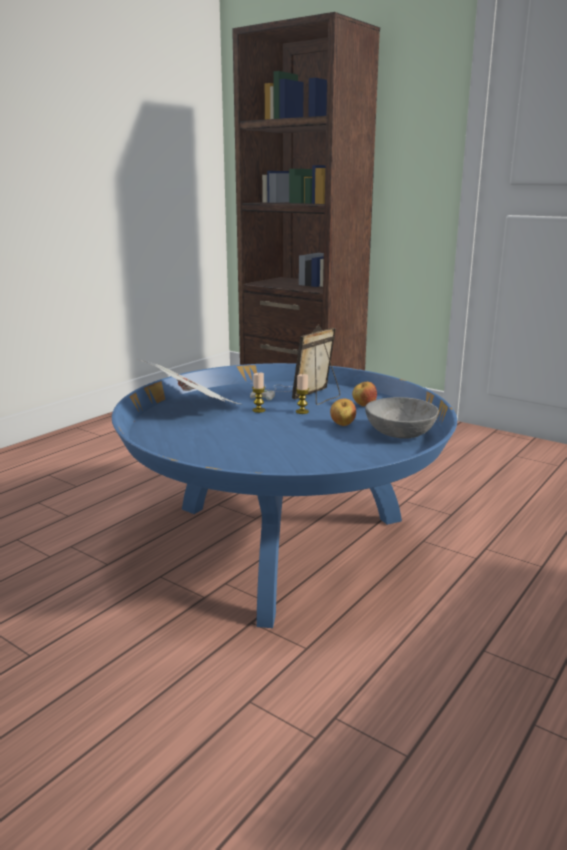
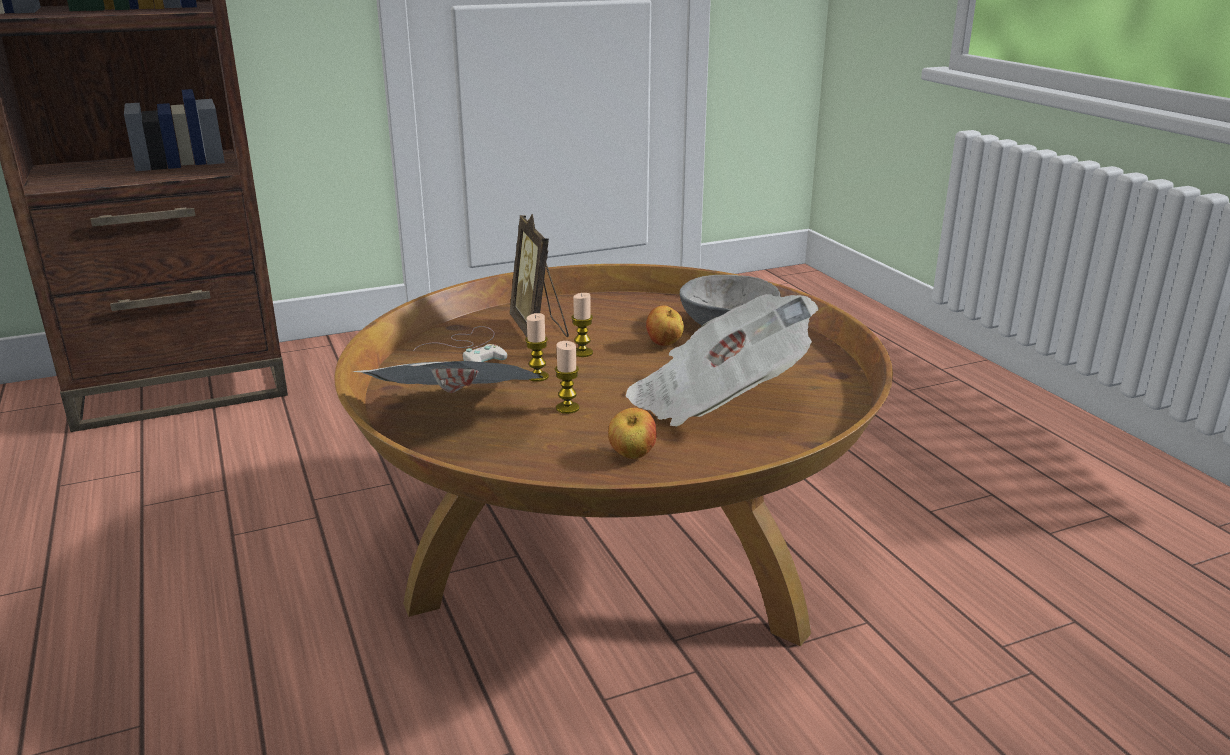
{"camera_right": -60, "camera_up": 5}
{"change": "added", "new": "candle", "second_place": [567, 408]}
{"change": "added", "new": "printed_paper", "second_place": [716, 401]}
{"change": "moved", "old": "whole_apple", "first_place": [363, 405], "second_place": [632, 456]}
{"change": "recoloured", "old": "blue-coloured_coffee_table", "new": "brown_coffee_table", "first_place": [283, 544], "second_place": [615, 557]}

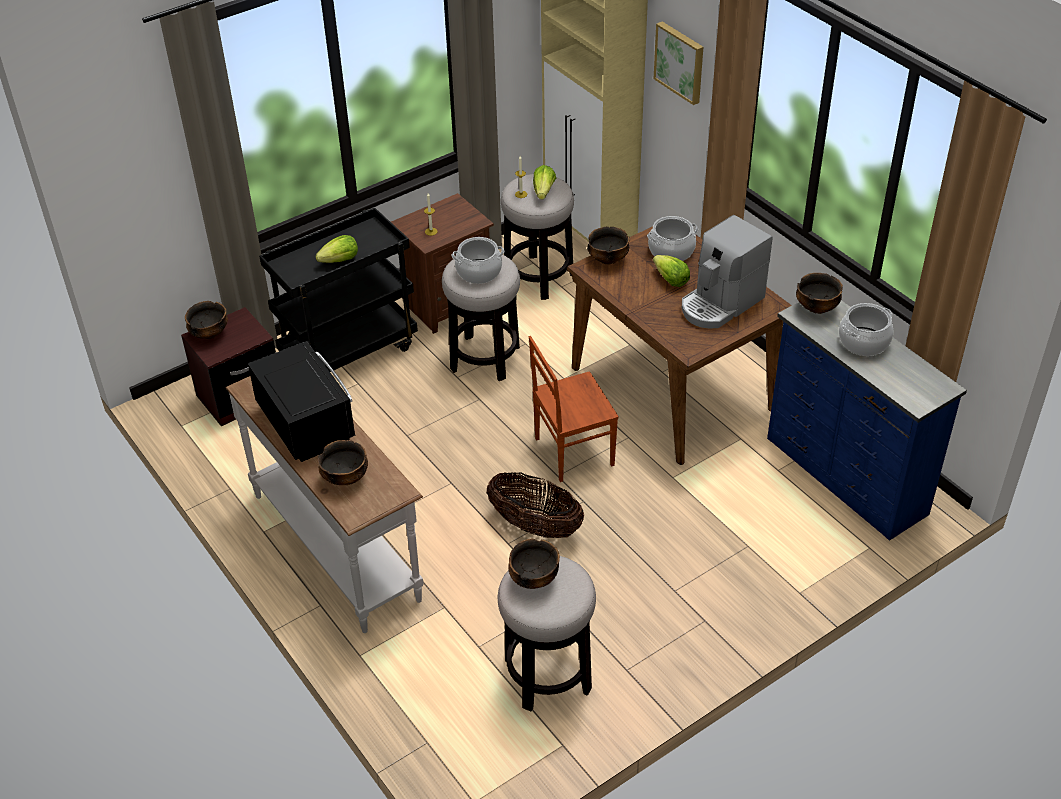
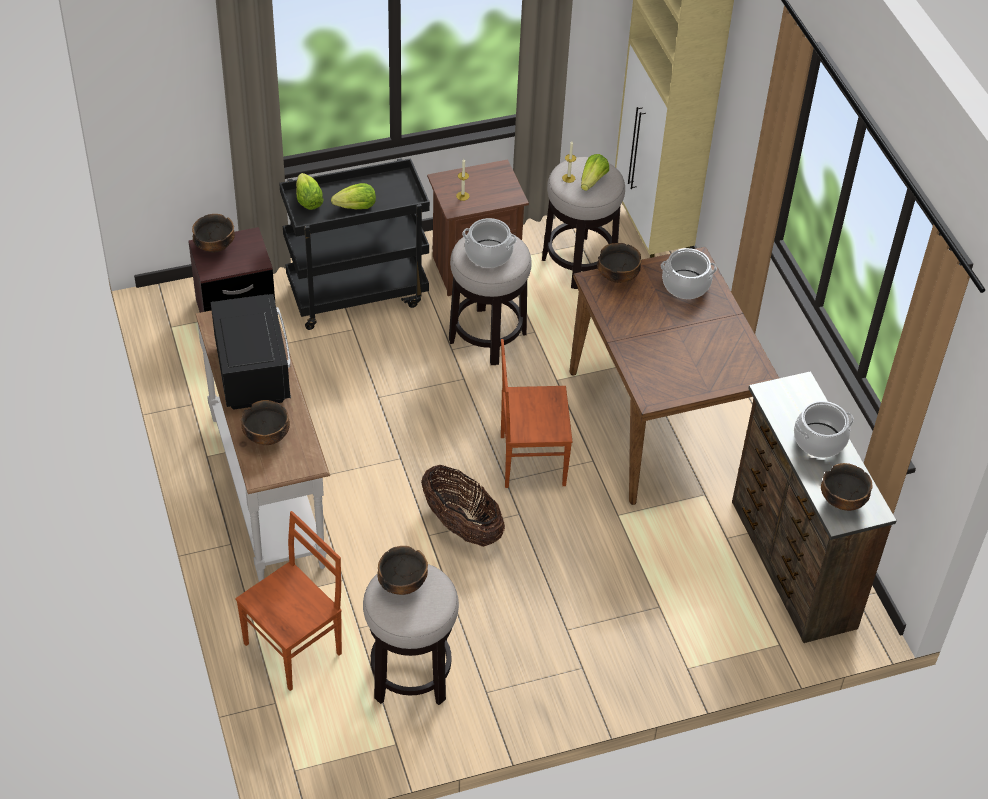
{"camera_right": 15, "camera_up": 5}
{"change": "removed", "old": "wall_art", "first_place": [680, 62]}
{"change": "removed", "old": "coffee_maker", "first_place": [720, 304]}
{"change": "added", "new": "brown_chair", "second_place": [295, 648]}
{"change": "moved", "old": "lettuce", "first_place": [671, 280], "second_place": [308, 201]}
{"change": "moved", "old": "bowl", "first_place": [817, 308], "second_place": [842, 501]}
{"change": "recoloured", "old": "blue-coloured_chest_of_drawers", "new": "brown_chest_of_drawers", "first_place": [844, 477], "second_place": [790, 565]}

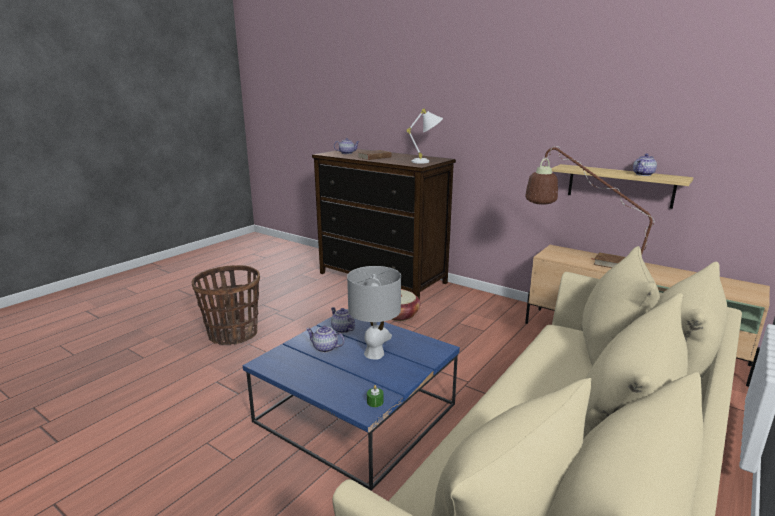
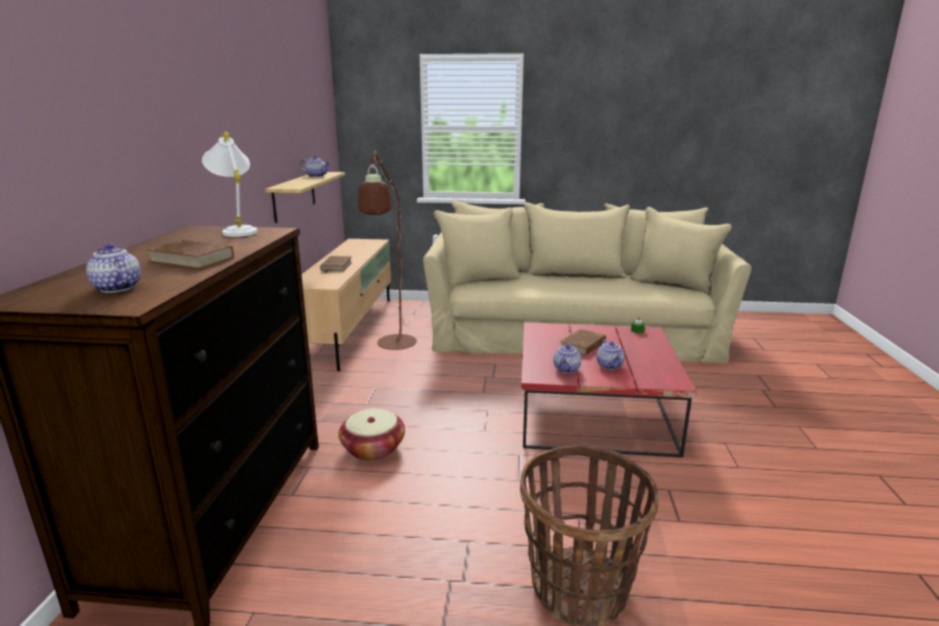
{"camera_right": -120, "camera_up": 0}
{"change": "replaced", "old": "greyish_tabletop_lamp", "new": "brown_bound_book", "first_place": [375, 353], "second_place": [583, 345]}
{"change": "recoloured", "old": "blue-coloured_coffee_table", "new": "reddish_coffee_table", "first_place": [356, 414], "second_place": [595, 410]}

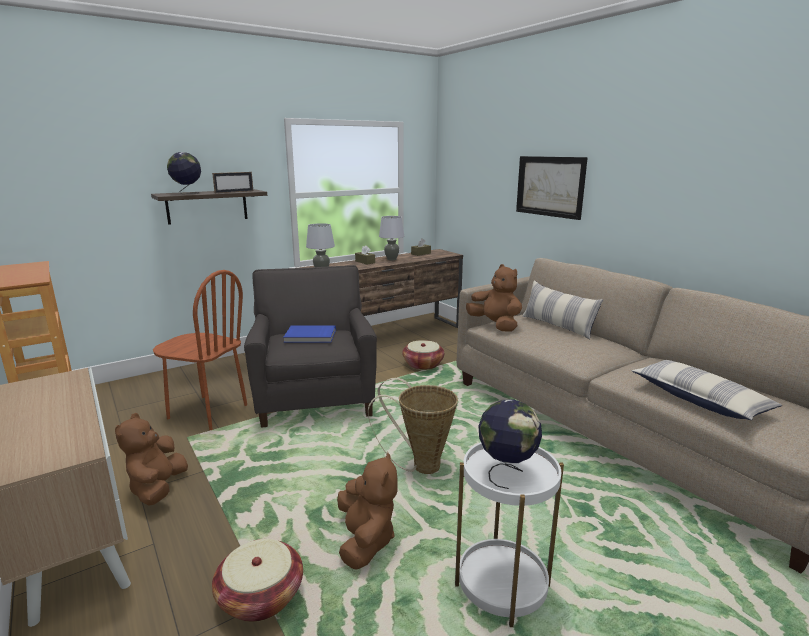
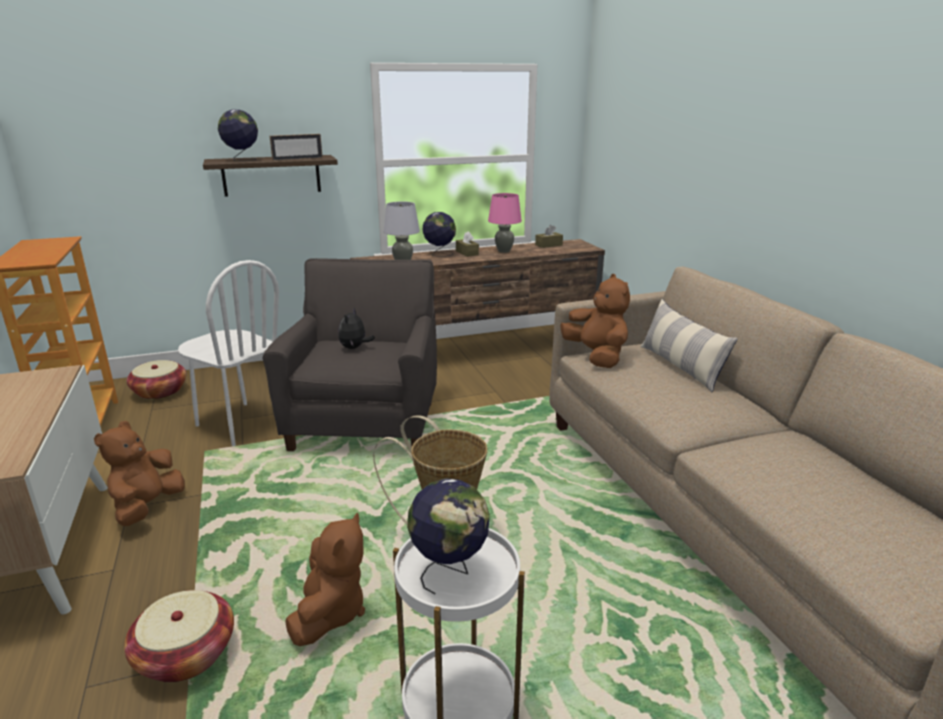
{"camera_right": 15, "camera_up": 5}
{"change": "removed", "old": "wall_art", "first_place": [550, 186]}
{"change": "removed", "old": "cushion", "first_place": [699, 399]}
{"change": "added", "new": "world_globe", "second_place": [439, 254]}
{"change": "moved", "old": "basket", "first_place": [423, 365], "second_place": [160, 392]}
{"change": "replaced", "old": "blue-coloured_bound_book", "new": "plush_toy", "first_place": [310, 336], "second_place": [354, 348]}
{"change": "recoloured", "old": "brown_chair", "new": "white_chair", "first_place": [207, 412], "second_place": [240, 423]}
{"change": "recoloured", "old": "greyish_tabletop_lamp", "new": "pink_tabletop_lamp", "first_place": [391, 259], "second_place": [504, 251]}

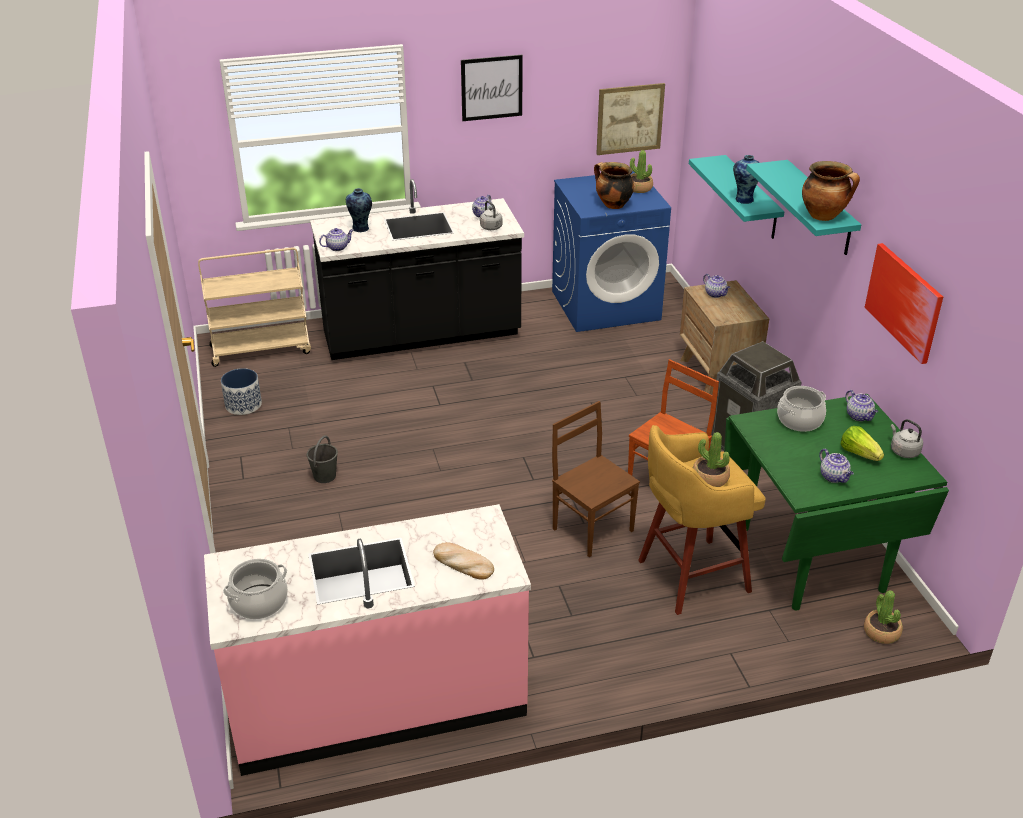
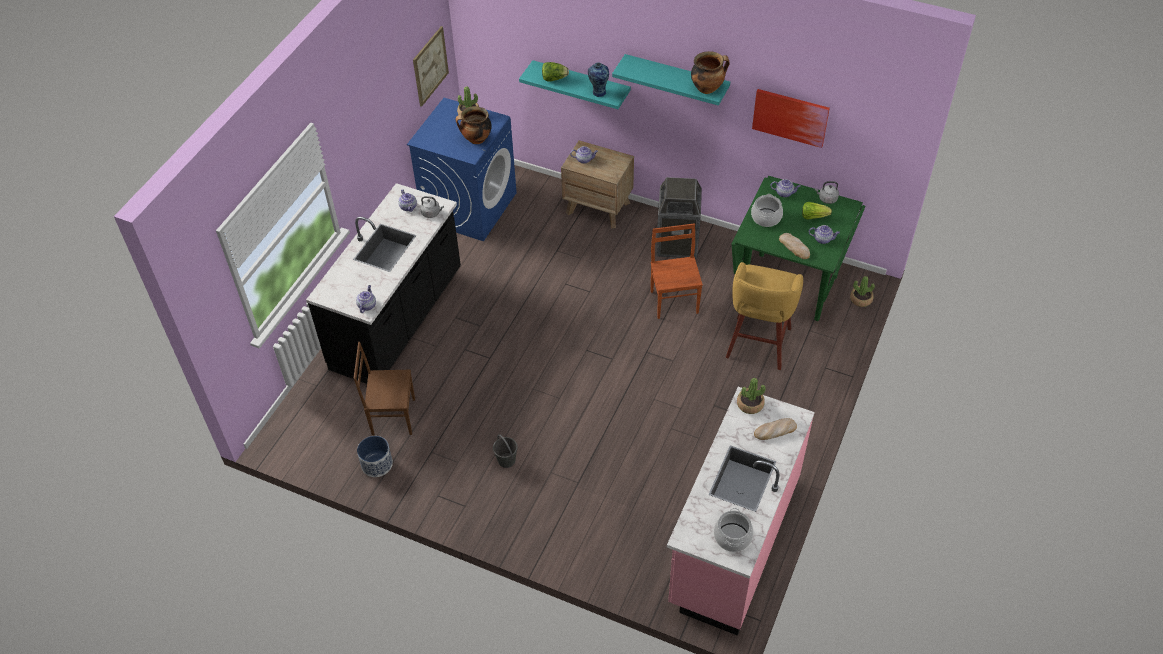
{"camera_right": -50, "camera_up": 15}
{"change": "removed", "old": "sand-coloured_trolley", "first_place": [261, 349]}
{"change": "removed", "old": "vase", "first_place": [361, 229]}
{"change": "removed", "old": "wall_art", "first_place": [491, 87]}
{"change": "added", "new": "lettuce", "second_place": [554, 78]}
{"change": "added", "new": "baked_bread", "second_place": [794, 247]}
{"change": "moved", "old": "brown_chair", "first_place": [593, 529], "second_place": [392, 416]}
{"change": "moved", "old": "potted_plant", "first_place": [710, 478], "second_place": [750, 404]}

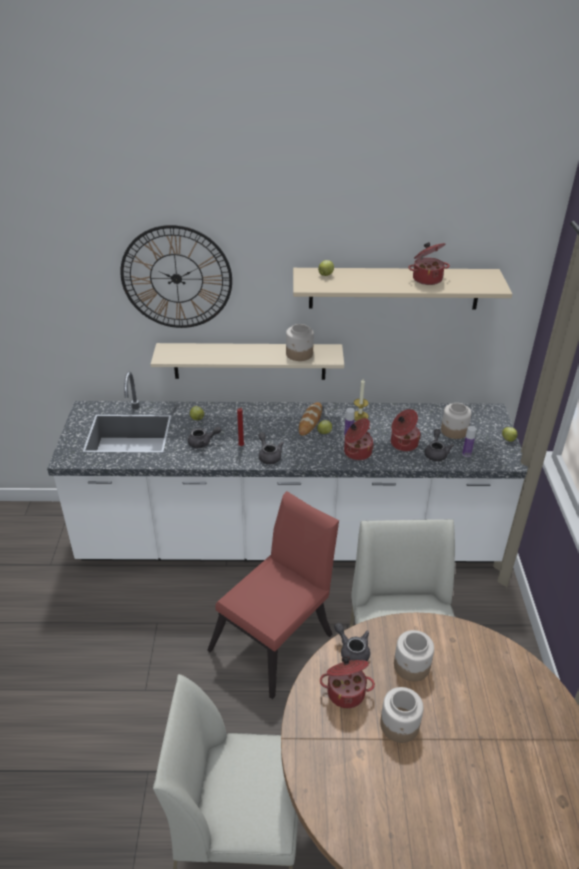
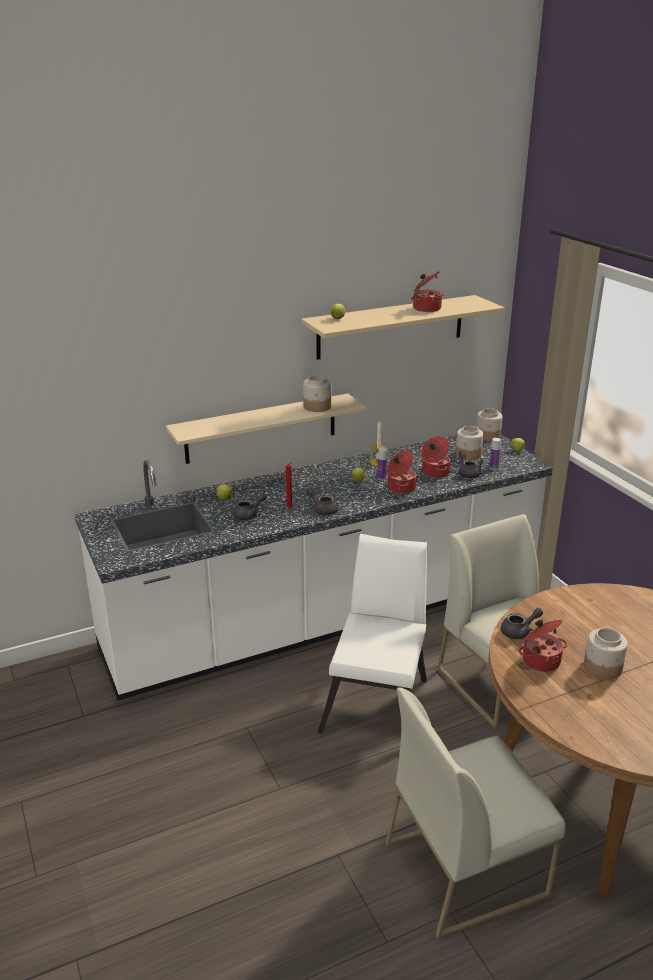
{"camera_right": -25, "camera_up": -10}
{"change": "removed", "old": "clock_on_the_wall", "first_place": [176, 278]}
{"change": "removed", "old": "baked_bread", "first_place": [310, 421]}
{"change": "moved", "old": "storage_jar", "first_place": [411, 666], "second_place": [488, 436]}
{"change": "recoloured", "old": "reddish_chair", "new": "white_chair", "first_place": [277, 638], "second_place": [378, 699]}
{"change": "turned", "old": "greyish_tea_pot", "first_place": [352, 651], "second_place": [519, 632], "degrees": 135}

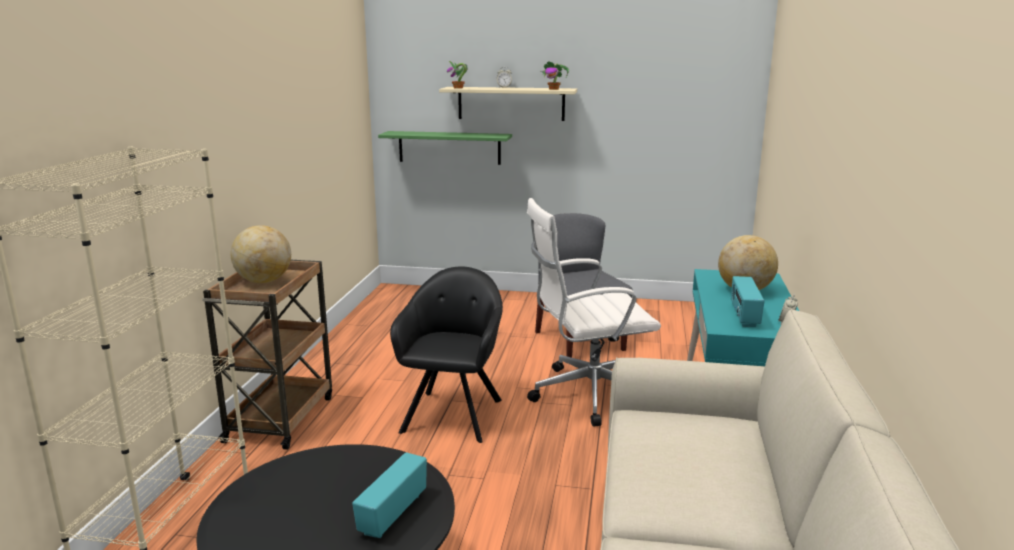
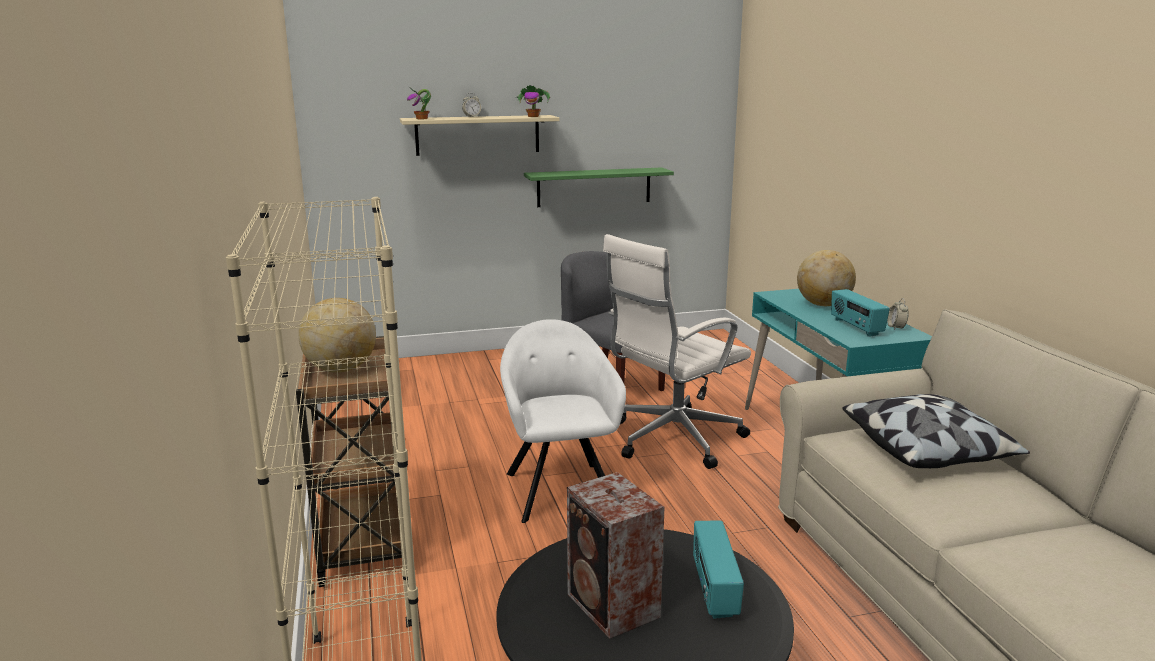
{"camera_right": -25, "camera_up": 0}
{"change": "added", "new": "speaker", "second_place": [613, 608]}
{"change": "added", "new": "cushion", "second_place": [928, 451]}
{"change": "moved", "old": "green-coloured_bracket_shelf", "first_place": [449, 147], "second_place": [594, 187]}
{"change": "recoloured", "old": "blackish_easy_chair", "new": "white_easy_chair", "first_place": [453, 413], "second_place": [559, 488]}

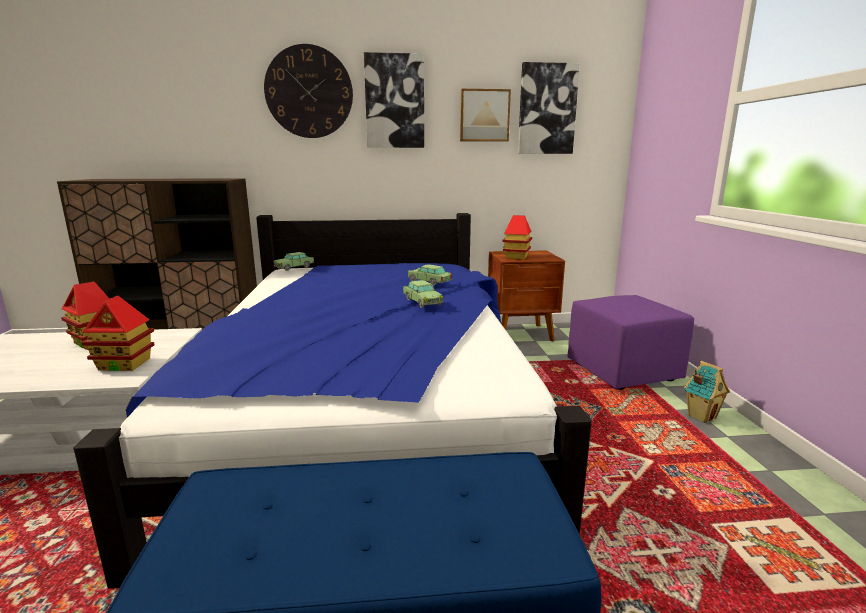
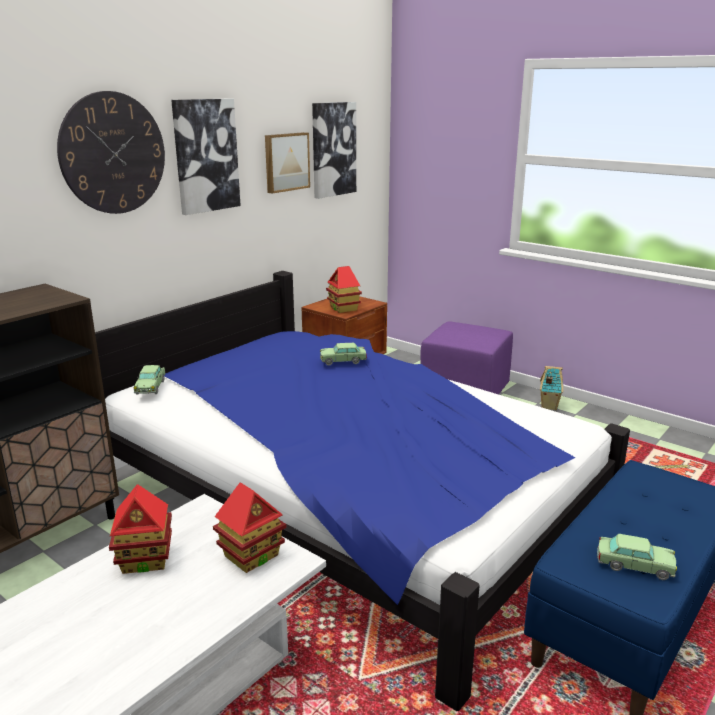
{"camera_right": -45, "camera_up": 5}
{"change": "moved", "old": "miniature_car", "first_place": [422, 302], "second_place": [634, 565]}

